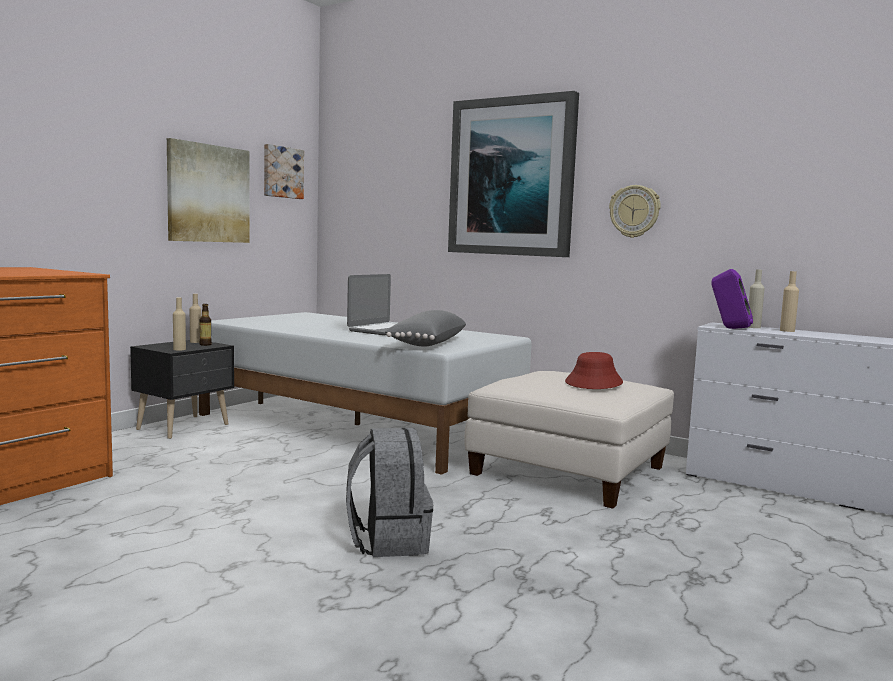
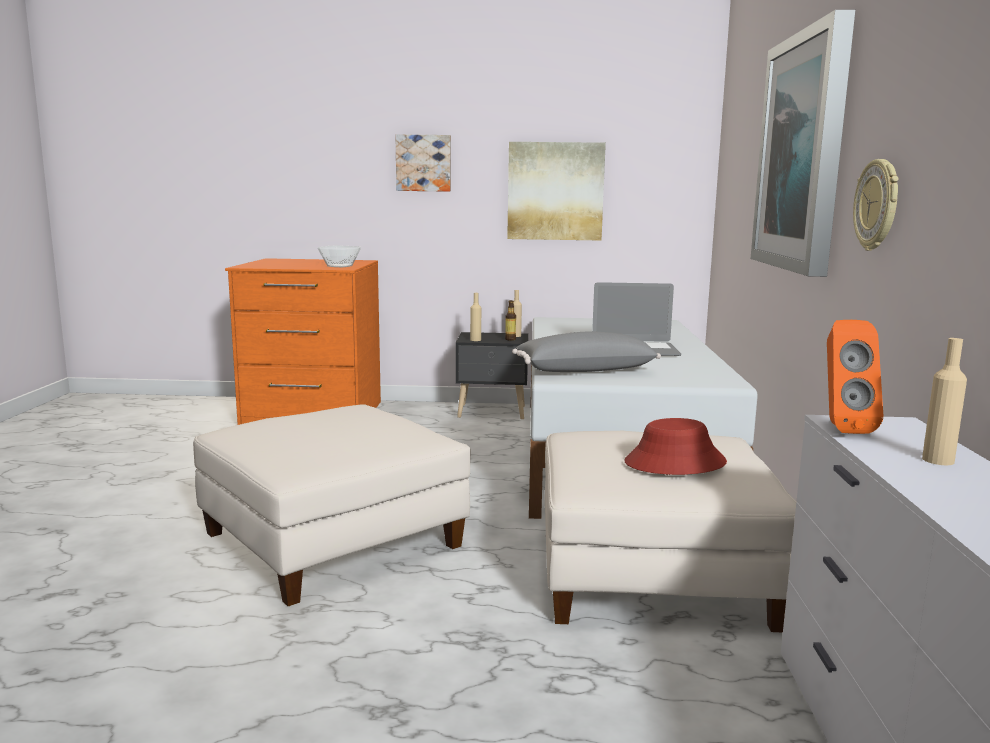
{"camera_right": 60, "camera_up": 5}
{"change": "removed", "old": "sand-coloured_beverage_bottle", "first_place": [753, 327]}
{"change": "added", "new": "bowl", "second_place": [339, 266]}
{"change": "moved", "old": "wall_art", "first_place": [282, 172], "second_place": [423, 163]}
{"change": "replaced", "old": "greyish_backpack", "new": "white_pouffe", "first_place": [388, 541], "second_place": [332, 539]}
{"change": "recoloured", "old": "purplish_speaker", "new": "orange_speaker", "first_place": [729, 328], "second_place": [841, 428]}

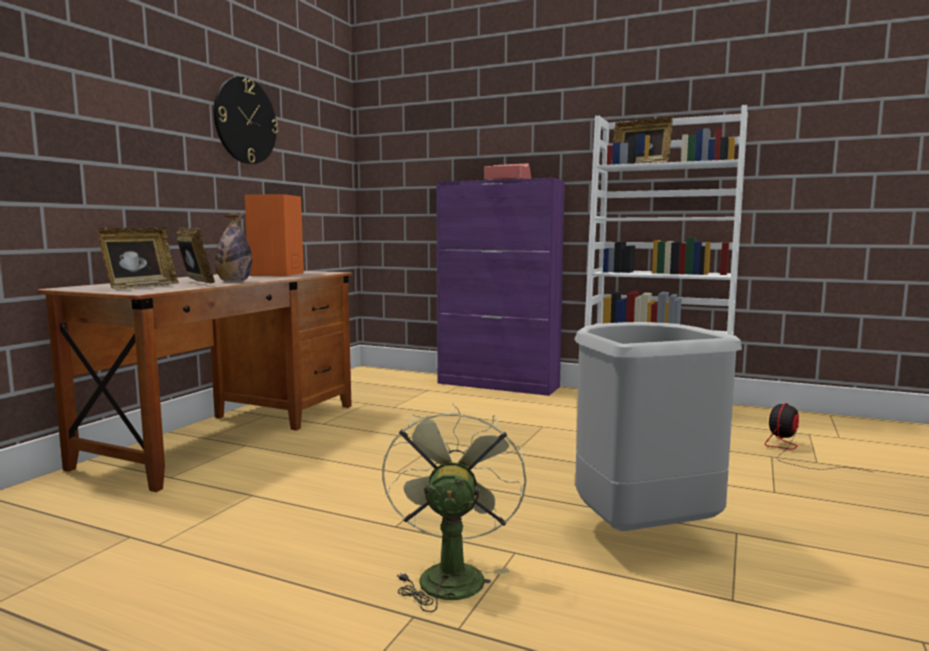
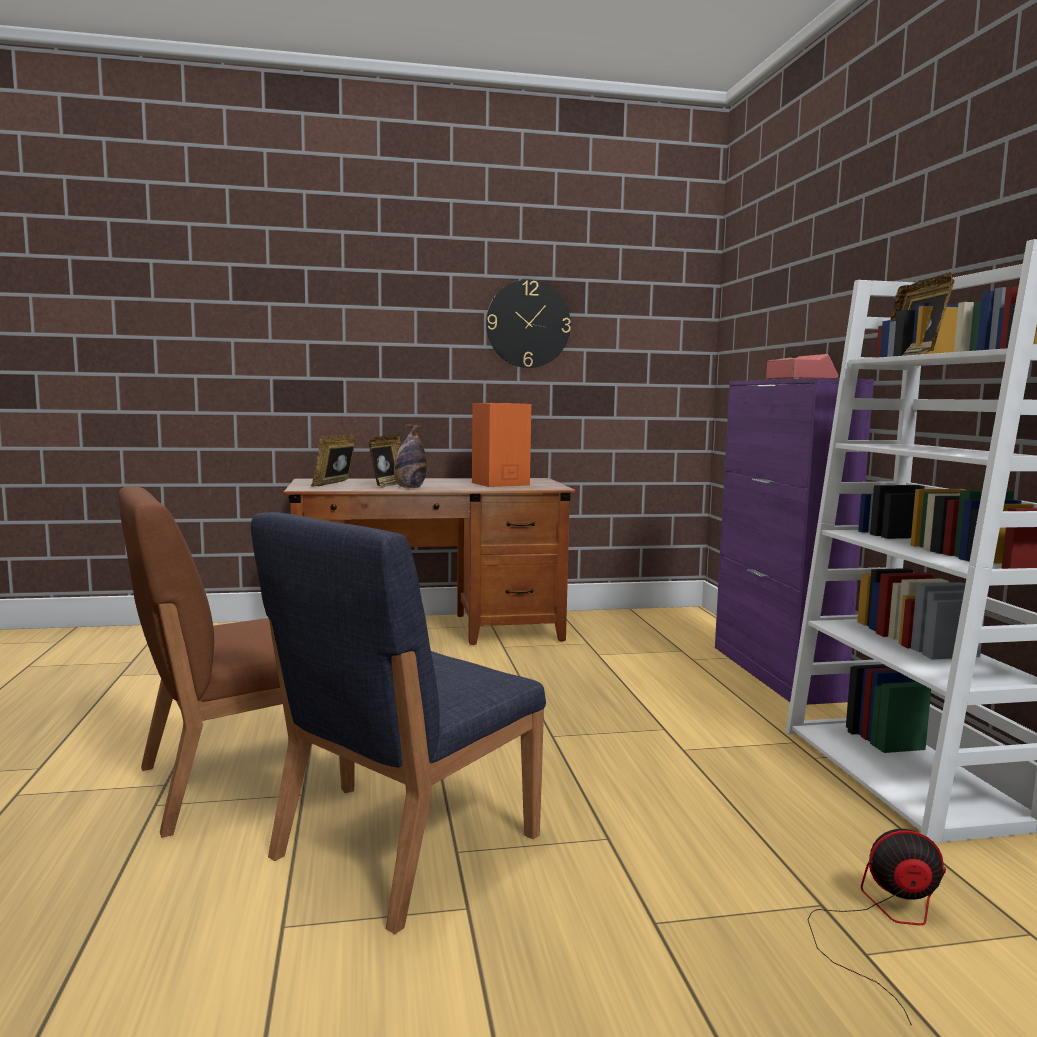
{"camera_right": 55, "camera_up": 0}
{"change": "replaced", "old": "green-coloured_fan", "new": "brown_chair", "first_place": [450, 574], "second_place": [241, 779]}
{"change": "replaced", "old": "greyish_rubbish_bin", "new": "blue-coloured_chair", "first_place": [641, 533], "second_place": [403, 847]}
{"change": "turned", "old": "photo_frame", "first_place": [140, 287], "second_place": [335, 484], "degrees": 120}

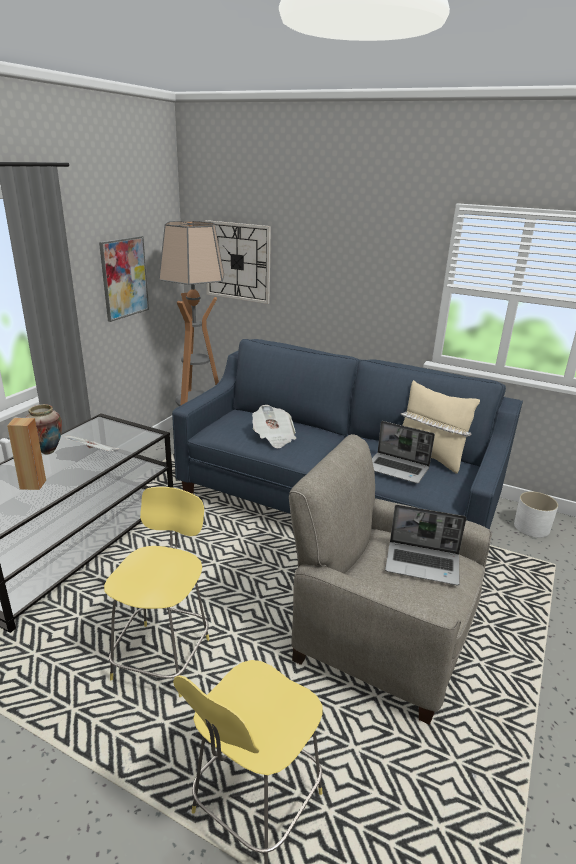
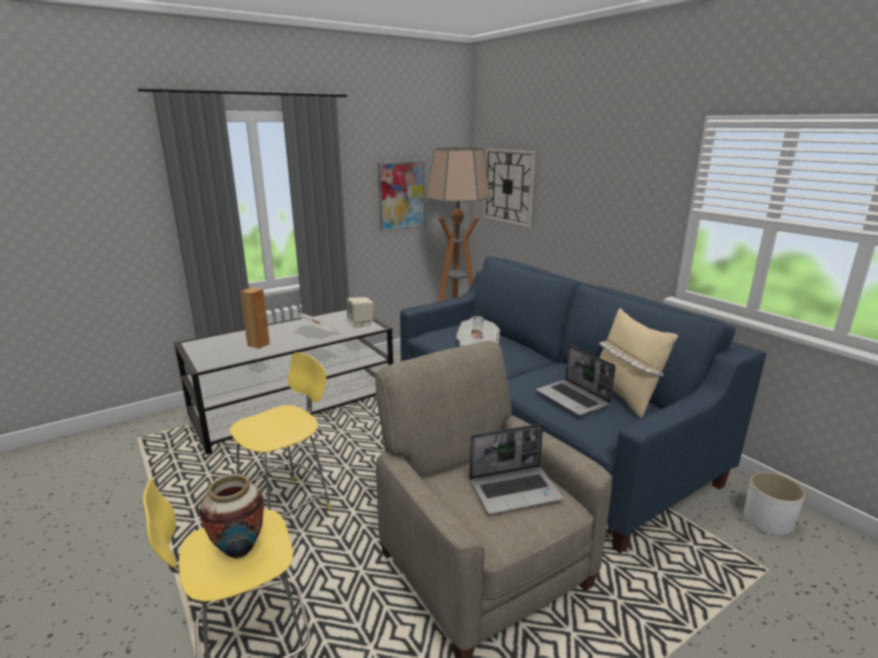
{"camera_right": 30, "camera_up": -5}
{"change": "added", "new": "sand-coloured_speaker", "second_place": [361, 323]}
{"change": "moved", "old": "vase", "first_place": [48, 452], "second_place": [239, 552]}
{"change": "turned", "old": "portable_computer", "first_place": [423, 564], "second_place": [515, 490], "degrees": -60}

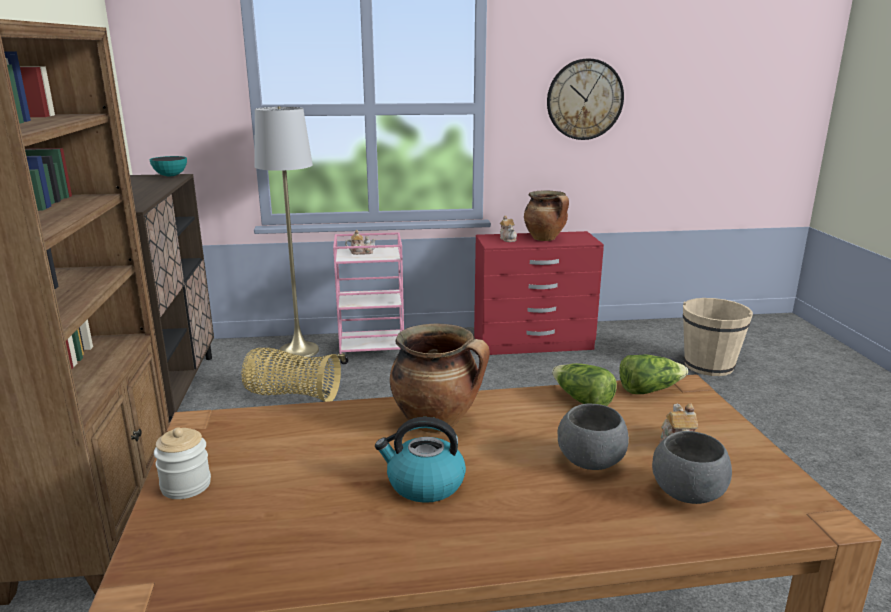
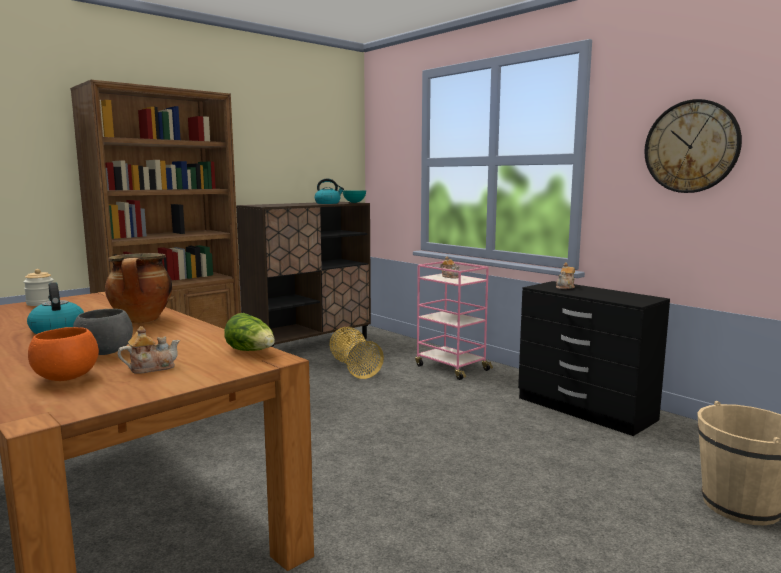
{"camera_right": 55, "camera_up": -10}
{"change": "removed", "old": "greyish_standing_lamp", "first_place": [299, 350]}
{"change": "removed", "old": "saucepot", "first_place": [545, 239]}
{"change": "removed", "old": "lettuce", "first_place": [582, 400]}
{"change": "added", "new": "water_kettle", "second_place": [328, 203]}
{"change": "recoloured", "old": "reddish_chest_of_drawers", "new": "blackish_chest_of_drawers", "first_place": [534, 343], "second_place": [585, 409]}
{"change": "recoloured", "old": "greyish_bowl", "new": "orange_bowl", "first_place": [686, 494], "second_place": [67, 378]}

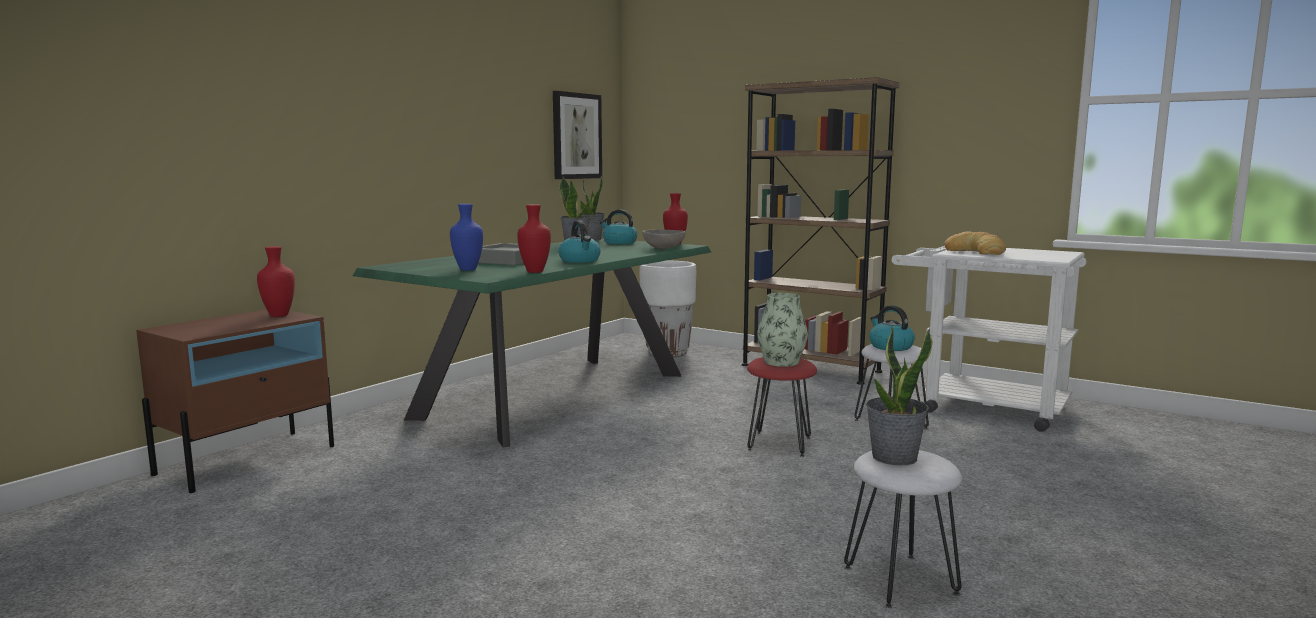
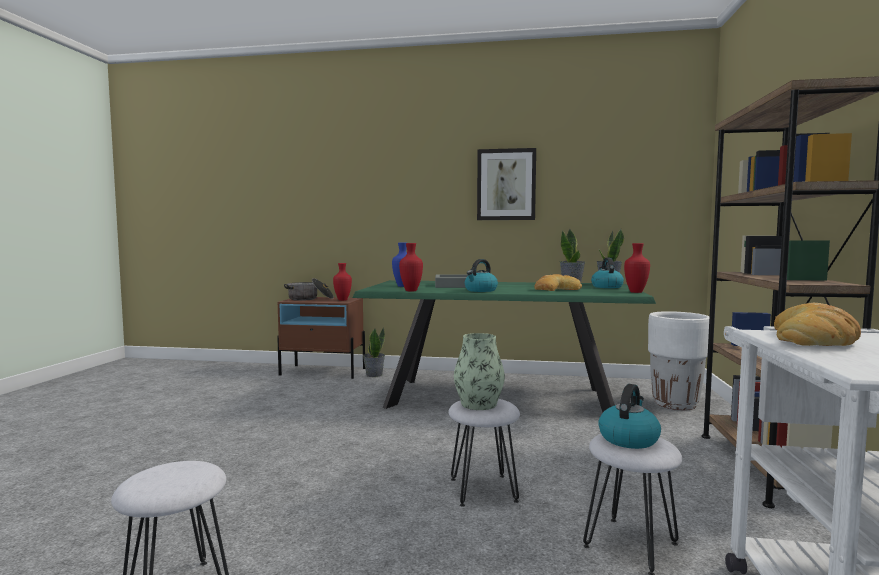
{"camera_right": 65, "camera_up": -5}
{"change": "removed", "old": "greyish_bowl", "first_place": [663, 248]}
{"change": "added", "new": "saucepot", "second_place": [310, 299]}
{"change": "added", "new": "baked_bread", "second_place": [556, 289]}
{"change": "moved", "old": "wall_art", "first_place": [576, 136], "second_place": [506, 184]}
{"change": "moved", "old": "potted_plant", "first_place": [894, 457], "second_place": [374, 375]}
{"change": "recoloured", "old": "reddish_sitting_stool", "new": "white_sitting_stool", "first_place": [780, 444], "second_place": [483, 490]}

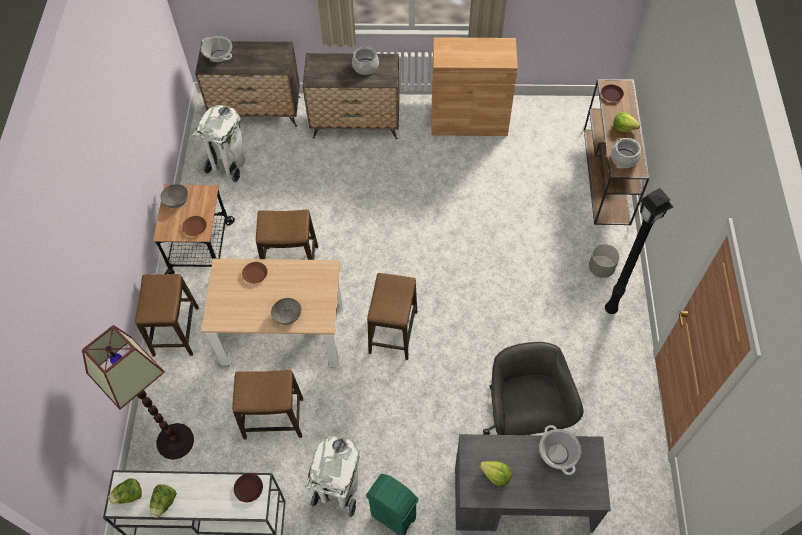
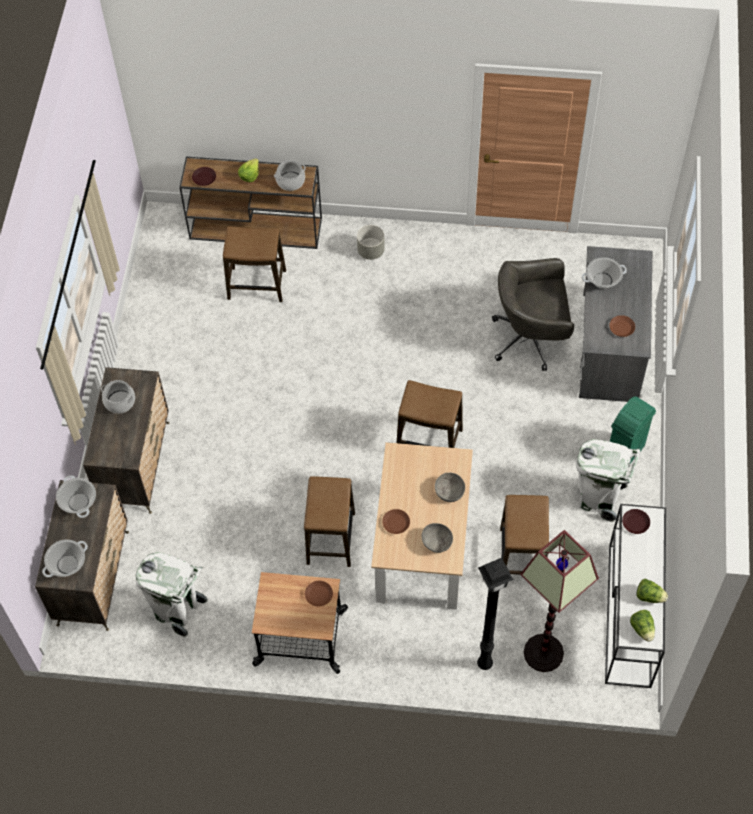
{"camera_right": -85, "camera_up": 0}
{"change": "removed", "old": "brown_cabinet", "first_place": [469, 121]}
{"change": "added", "new": "saucepot", "second_place": [79, 502]}
{"change": "moved", "old": "sitting_stool", "first_place": [176, 331], "second_place": [256, 285]}
{"change": "moved", "old": "greyish_bowl", "first_place": [176, 201], "second_place": [437, 542]}
{"change": "moved", "old": "blackish_standing_lamp", "first_place": [609, 309], "second_place": [484, 665]}
{"change": "replaced", "old": "lettuce", "new": "brown_plate", "first_place": [496, 475], "second_place": [622, 327]}

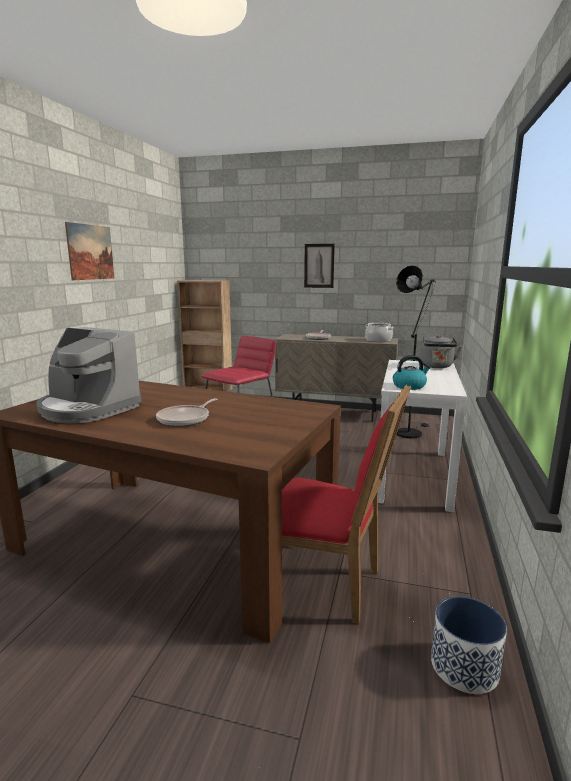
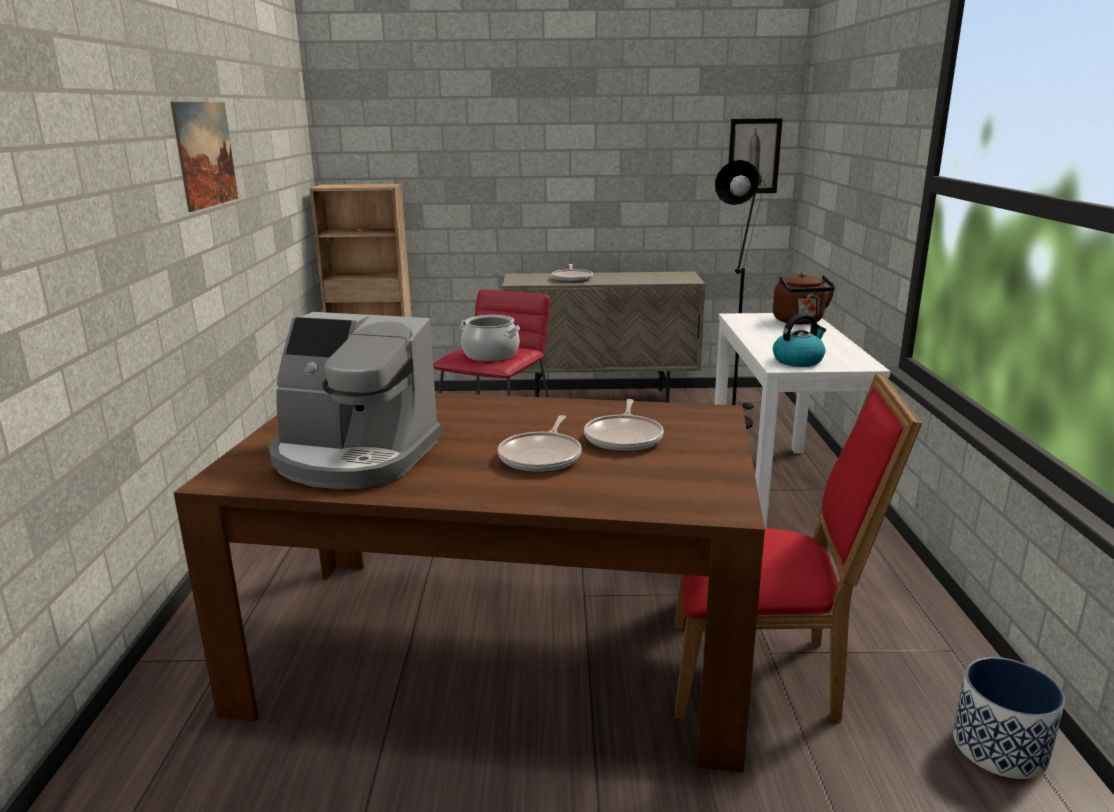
{"camera_right": -15, "camera_up": 5}
{"change": "added", "new": "skillet", "second_place": [624, 438]}
{"change": "moved", "old": "wall_art", "first_place": [319, 266], "second_place": [753, 156]}
{"change": "moved", "old": "saucepot", "first_place": [378, 340], "second_place": [491, 354]}
{"change": "recoloured", "old": "greyish_water_kettle", "new": "brown_water_kettle", "first_place": [436, 366], "second_place": [799, 321]}

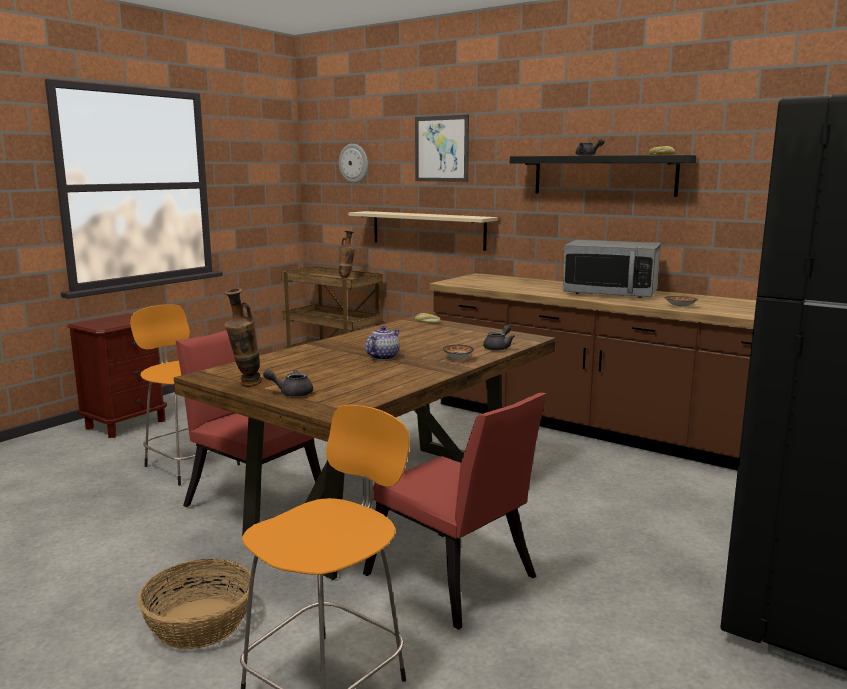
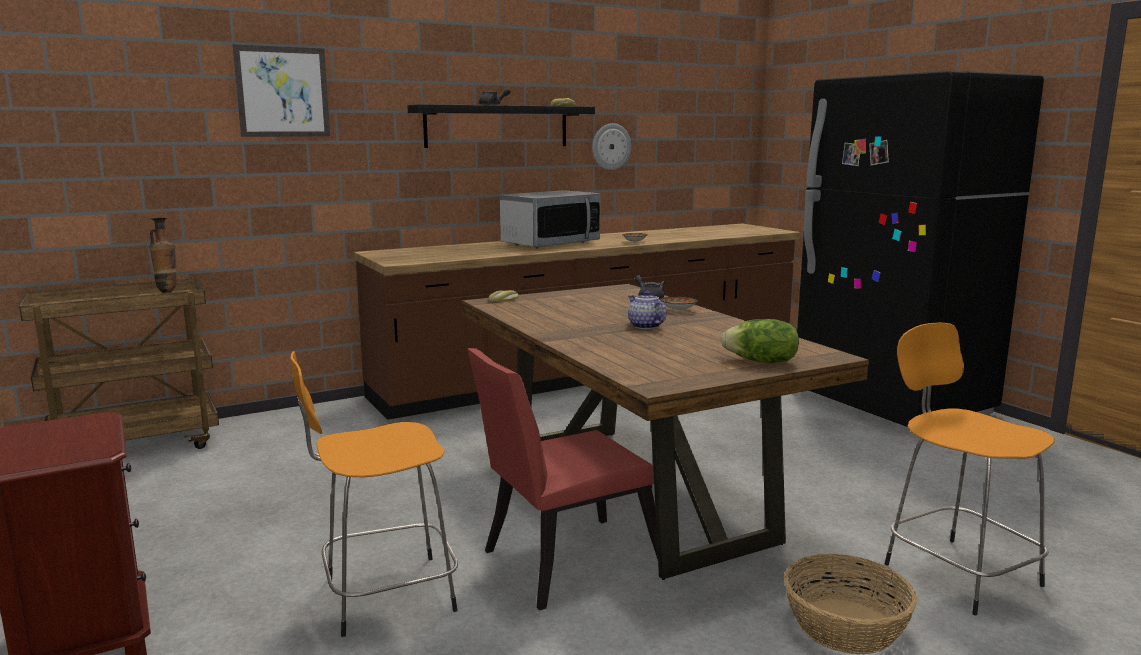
{"camera_right": -65, "camera_up": 0}
{"change": "removed", "old": "vase", "first_place": [245, 386]}
{"change": "removed", "old": "sand-coloured_bracket_shelf", "first_place": [427, 230]}
{"change": "removed", "old": "reddish_chair", "first_place": [455, 582]}
{"change": "moved", "old": "clock_on_the_wall", "first_place": [354, 163], "second_place": [611, 146]}
{"change": "replaced", "old": "greyish_tea_pot", "new": "lettuce", "first_place": [291, 393], "second_place": [761, 362]}

